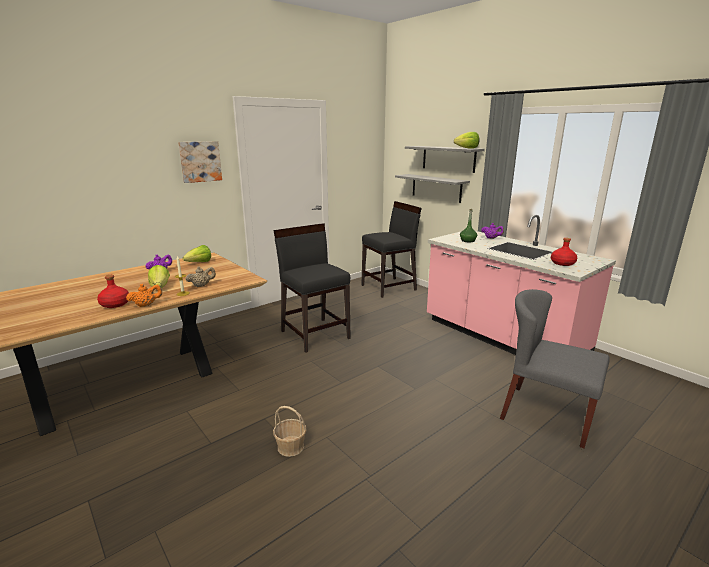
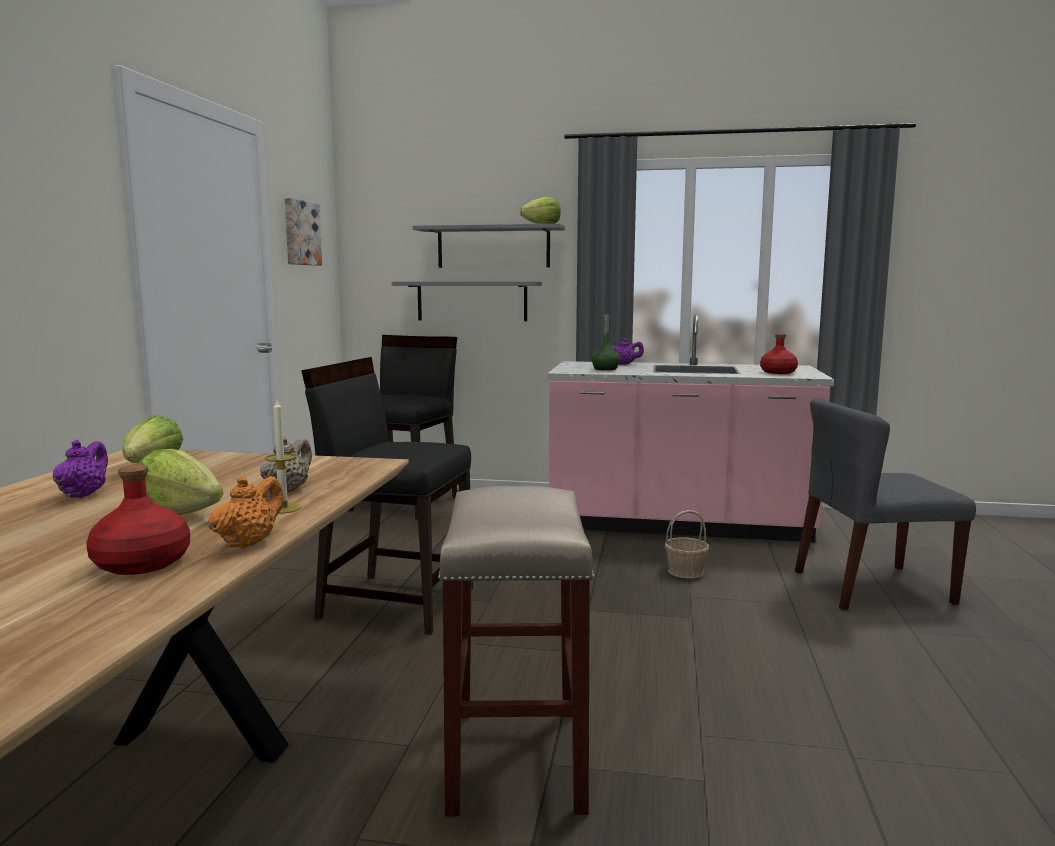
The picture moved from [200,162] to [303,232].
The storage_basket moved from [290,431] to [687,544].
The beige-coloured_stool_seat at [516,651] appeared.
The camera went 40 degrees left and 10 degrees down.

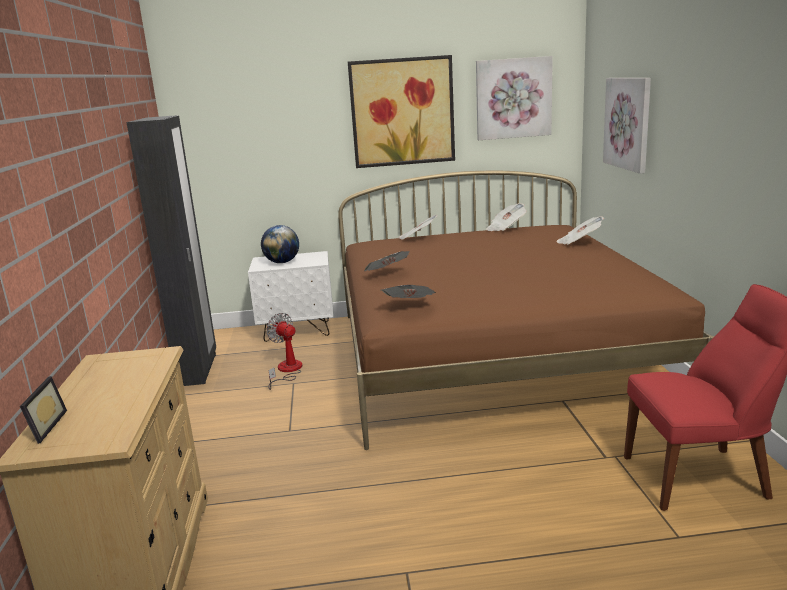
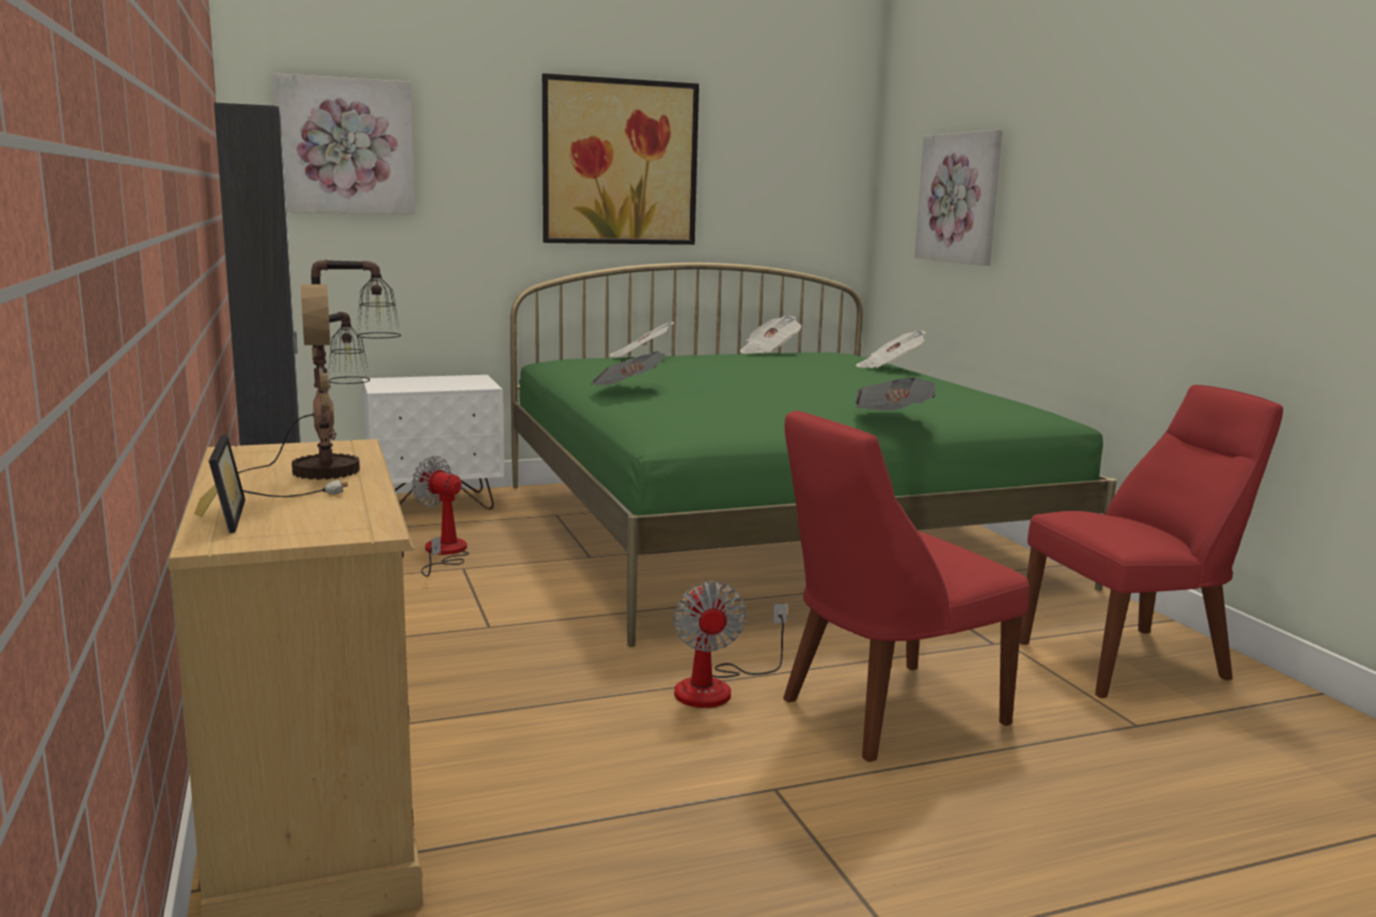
The picture moved from [514,98] to [343,144].
The brown_bed at [526,310] became the greenish_bed at [813,455].
The desk_globe at [280,244] disappeared.
The daily_paper moved from [408,291] to [895,394].
The lamp_for_a_table at [319,378] appeared.
The red_plain_chair at [906,586] appeared.
The electric_fan at [730,644] appeared.
The camera went 15 degrees left and 5 degrees down.

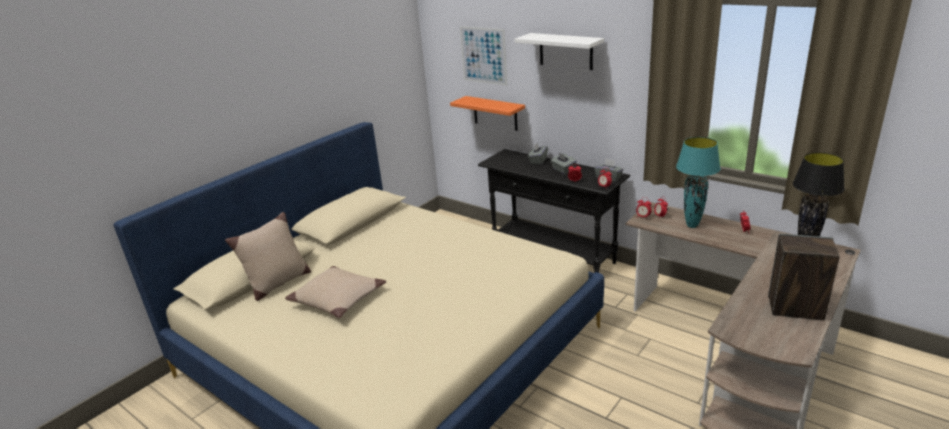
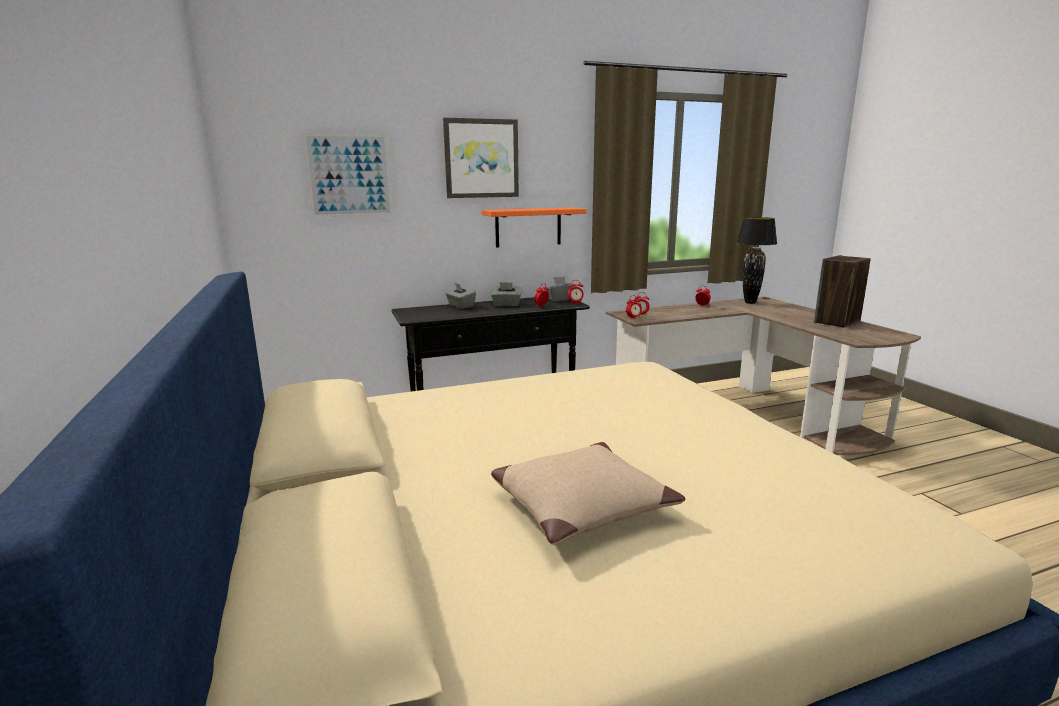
The white_bracket_shelf at [559,51] was replaced by the picture at [481,158].
The orange_bracket_shelf moved from [487,113] to [534,227].
The turquoise_lamp_for_a_table at [698,182] disappeared.
The beige-coloured_cushion at [268,256] disappeared.
The camera went 60 degrees left and 10 degrees down.

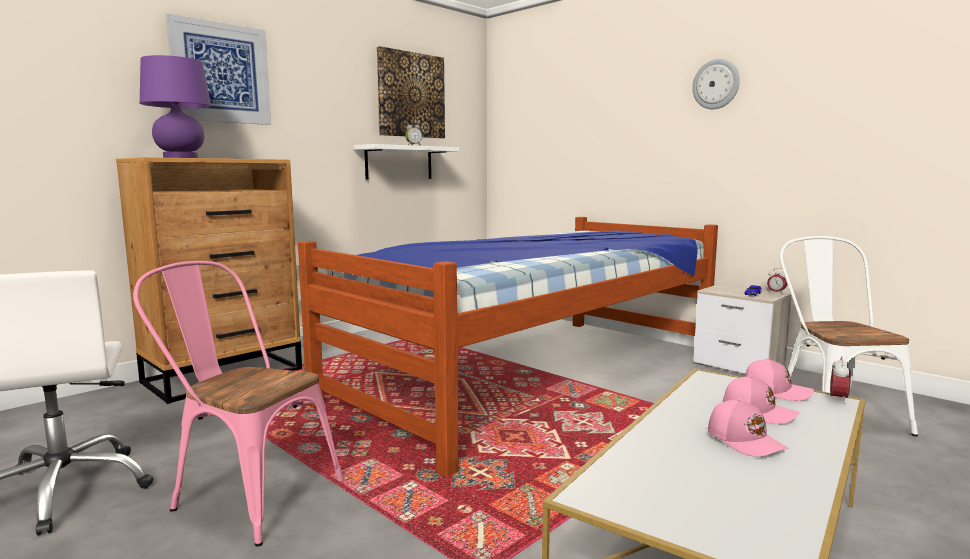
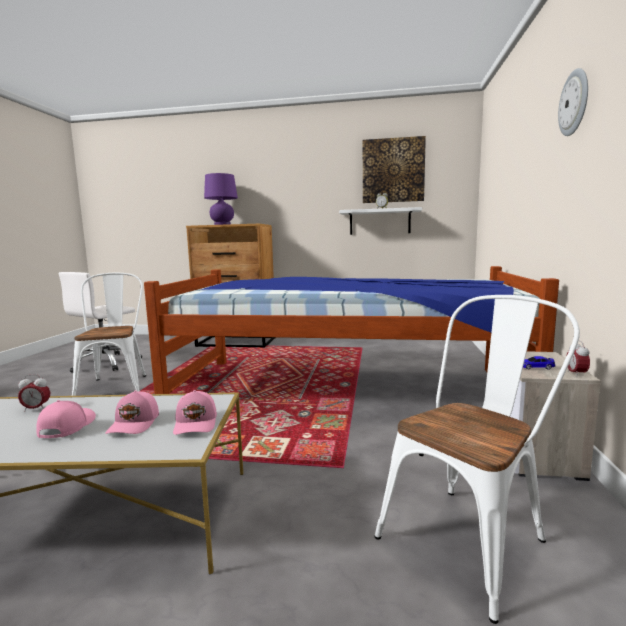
The picture at [218,69] disappeared.
The pinkish_plain_chair at [238,404] became the white_plain_chair at [109,334].
The alarm_clock moved from [840,380] to [34,393].
The pinkish_peaked_cap at [748,427] turned 150 degrees clockwise.
The camera went 55 degrees right and 0 degrees up.

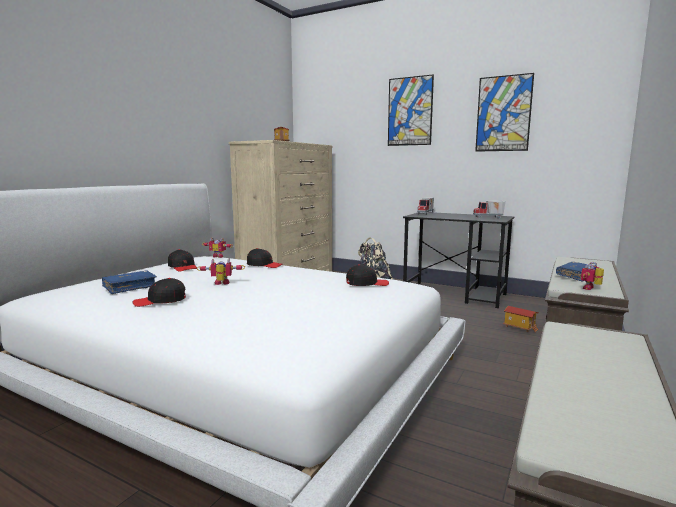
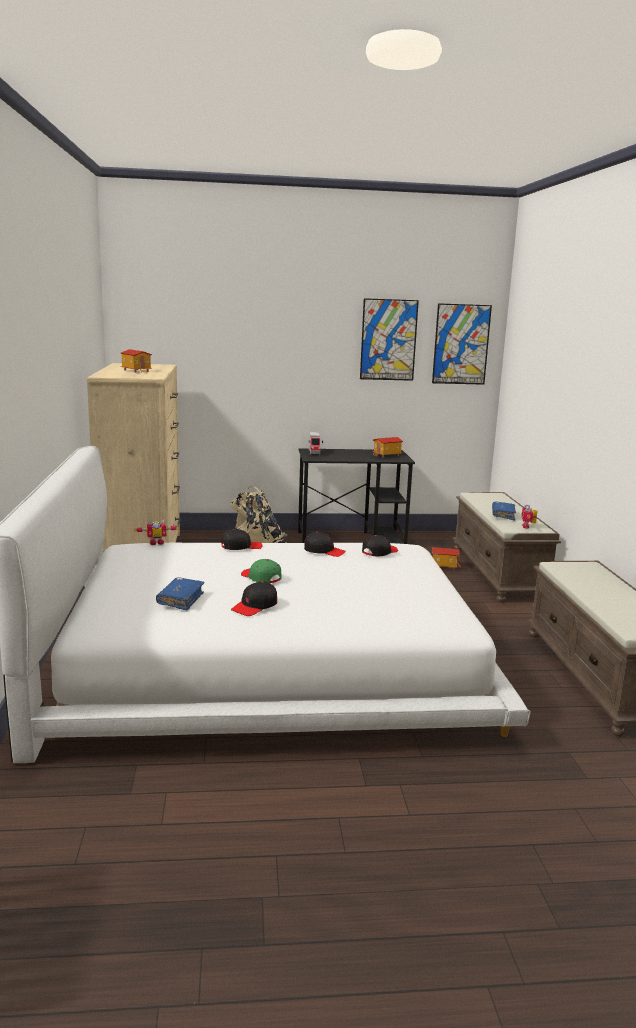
The picture moved from [411,110] to [462,344].
The toy_truck at [489,209] was replaced by the model_house at [388,447].
The blackish_peaked_cap moved from [183,260] to [324,544].
The model_robot at [221,271] was replaced by the greenish_peaked_cap at [261,571].
The camera went 35 degrees left and 5 degrees up.

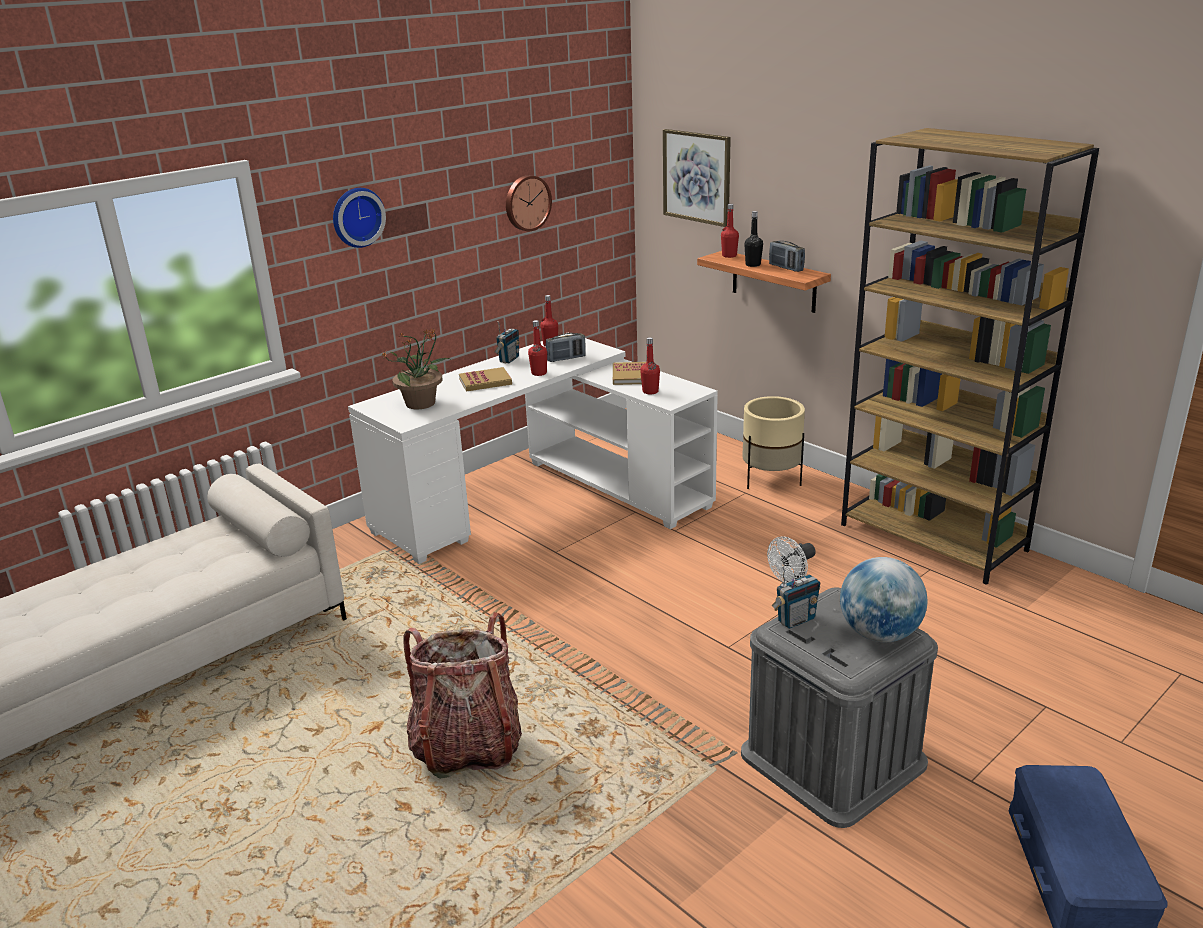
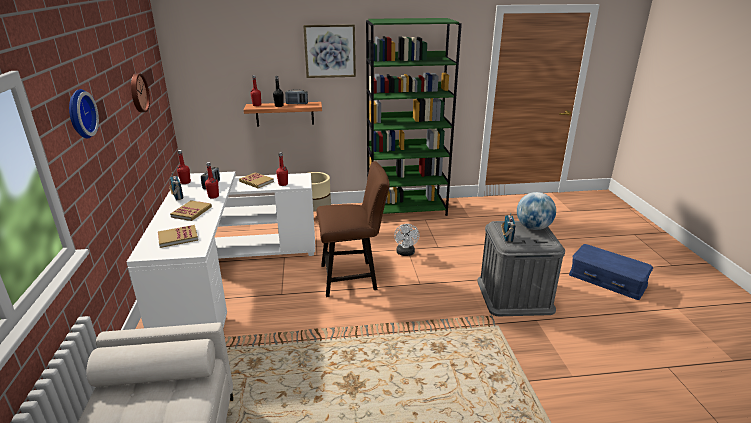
The brown_shelving_unit at [970,356] became the greenish_shelving_unit at [414,117].
The picture moved from [697,178] to [329,51].
The plant_in_a_pot at [415,369] was replaced by the bound_book at [178,236].
The knapsack at [462,695] disappeared.
The brown_plain_chair at [353,229] appeared.
The camera went 55 degrees left and 0 degrees up.

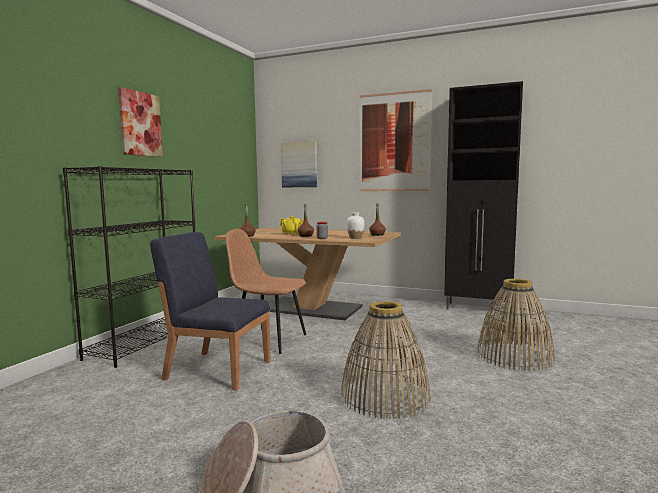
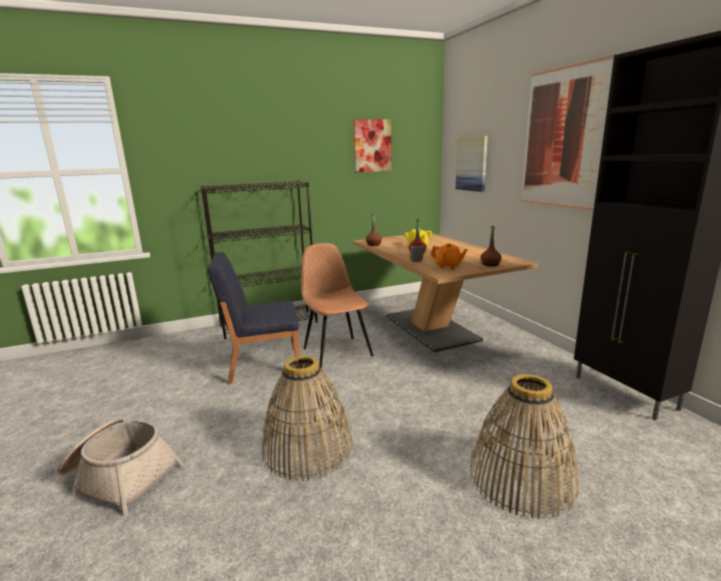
The picture moved from [140,122] to [372,146].
The white_vase at [355,225] was replaced by the orange_tea_pot at [449,256].
The blue_plain_chair at [210,311] turned 75 degrees counterclockwise.
The camera went 45 degrees right and 10 degrees up.

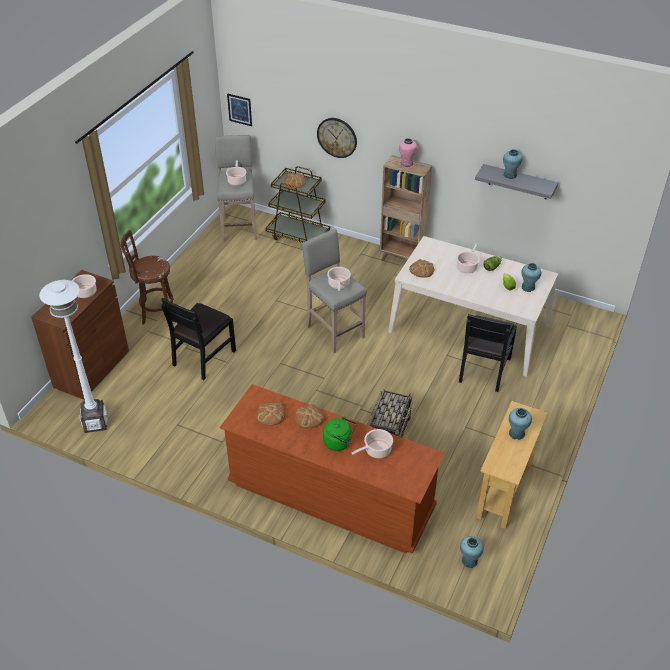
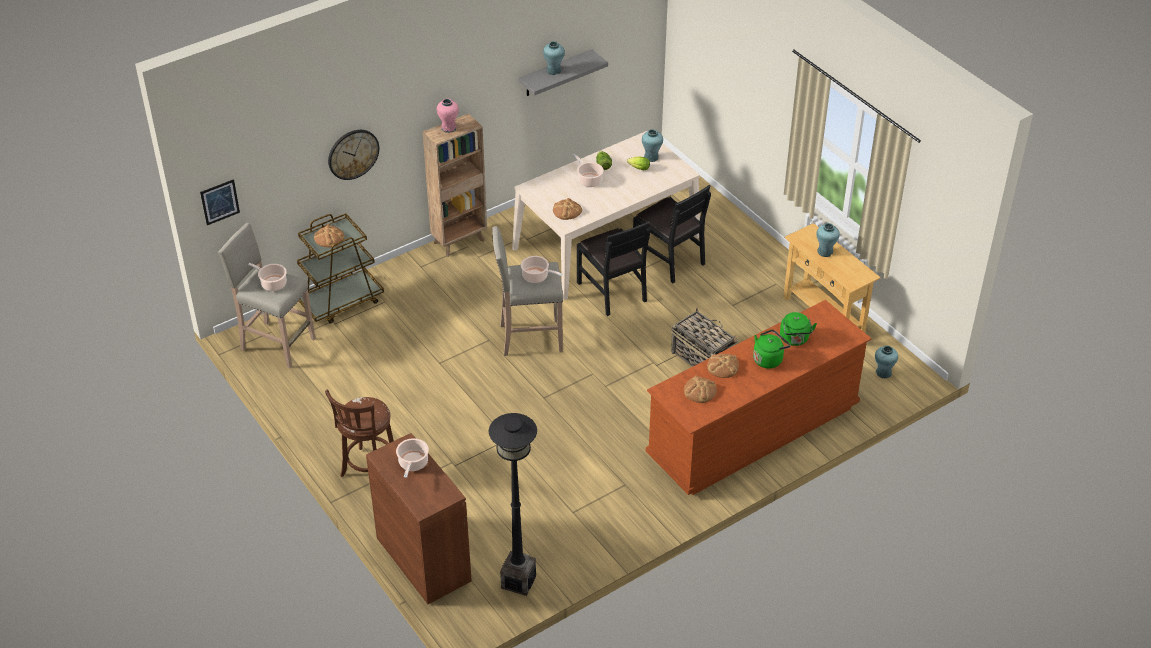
The white_standing_lamp at [73,356] became the blackish_standing_lamp at [513,504].
The blackish_plain_chair moved from [198,339] to [613,268].
The cooking_pot at [372,443] was replaced by the greenish_water_kettle at [798,329].
The camera went 60 degrees left and 0 degrees up.

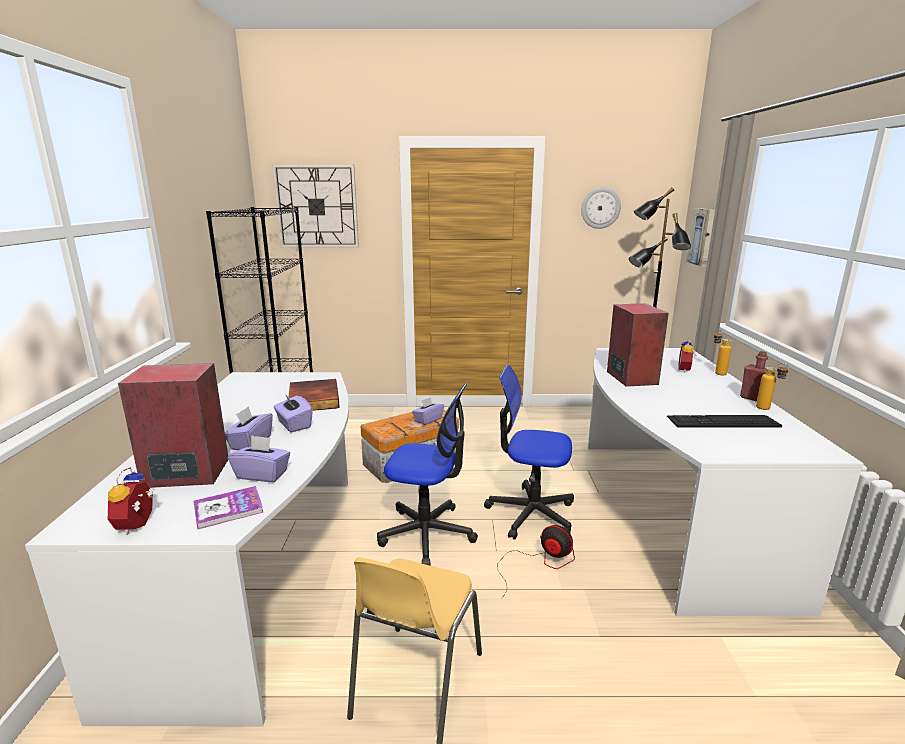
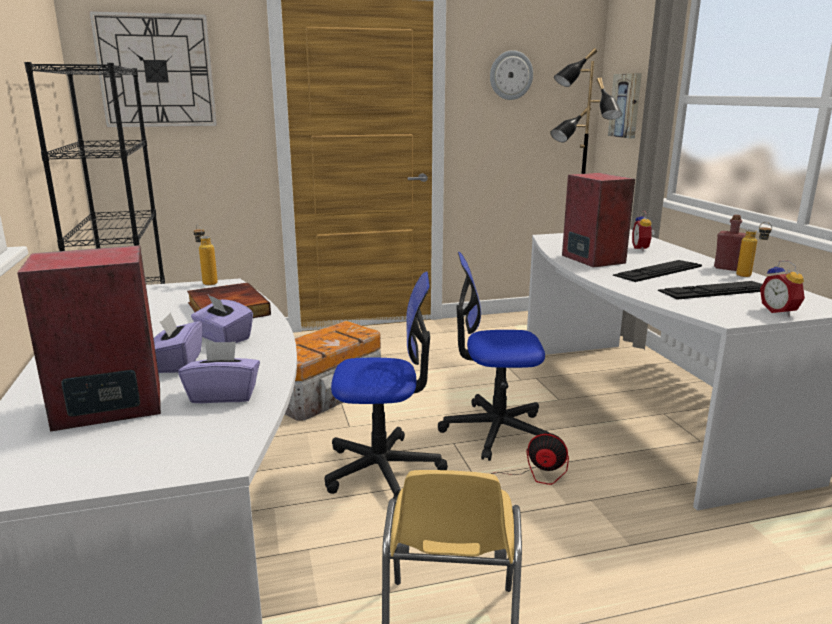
The beverage_bottle moved from [722,352] to [205,254].
The purplish_tissue_holder at [428,411] disappeared.
The alarm_clock moved from [131,501] to [782,288].
The bound_book at [228,508] disappeared.
The PC_keyboard at [657,271] appeared.
The camera went 15 degrees left and 0 degrees up.

